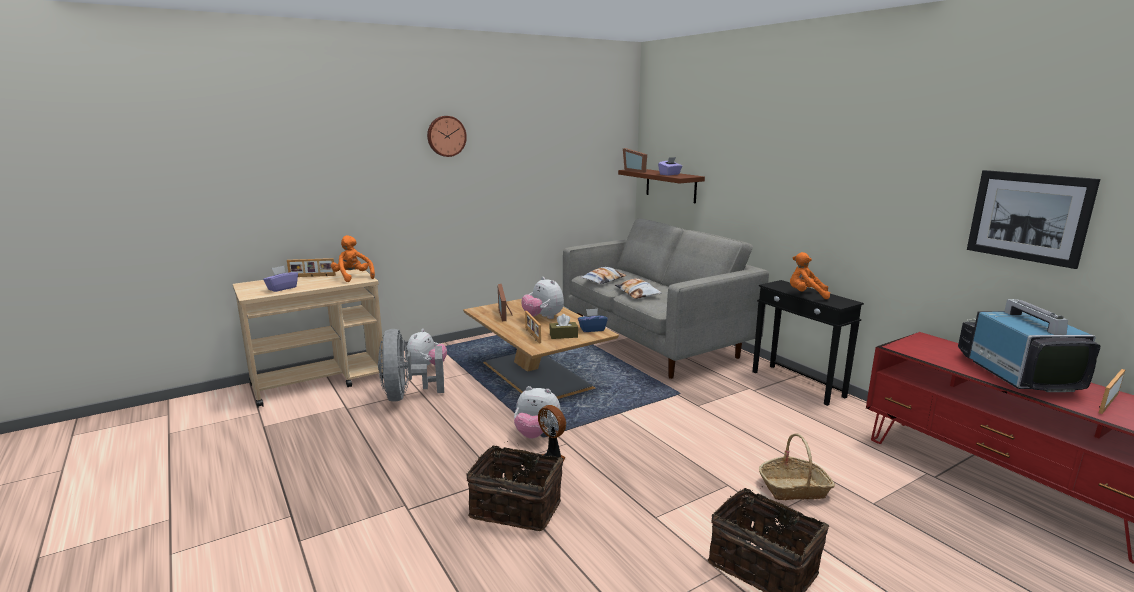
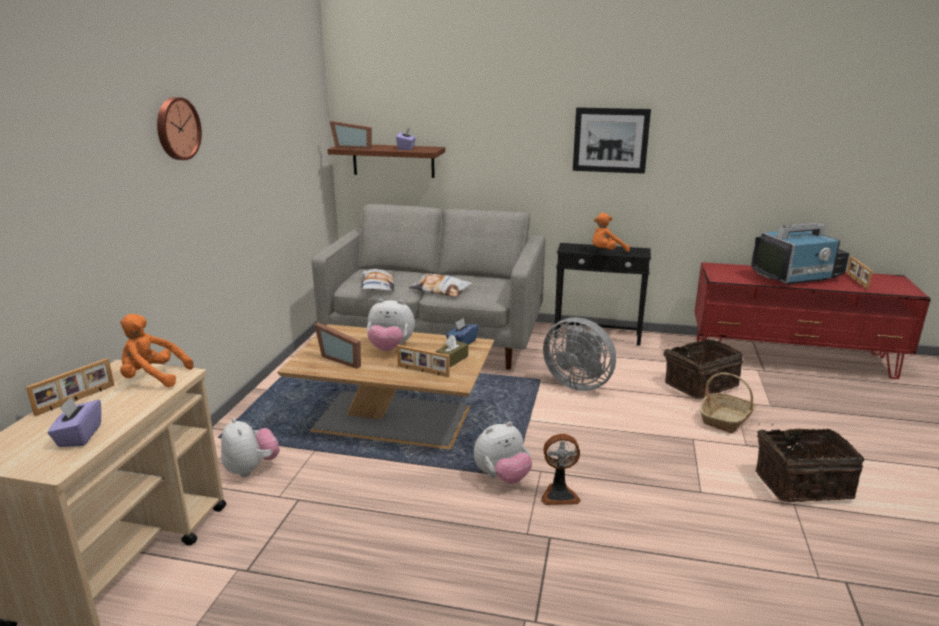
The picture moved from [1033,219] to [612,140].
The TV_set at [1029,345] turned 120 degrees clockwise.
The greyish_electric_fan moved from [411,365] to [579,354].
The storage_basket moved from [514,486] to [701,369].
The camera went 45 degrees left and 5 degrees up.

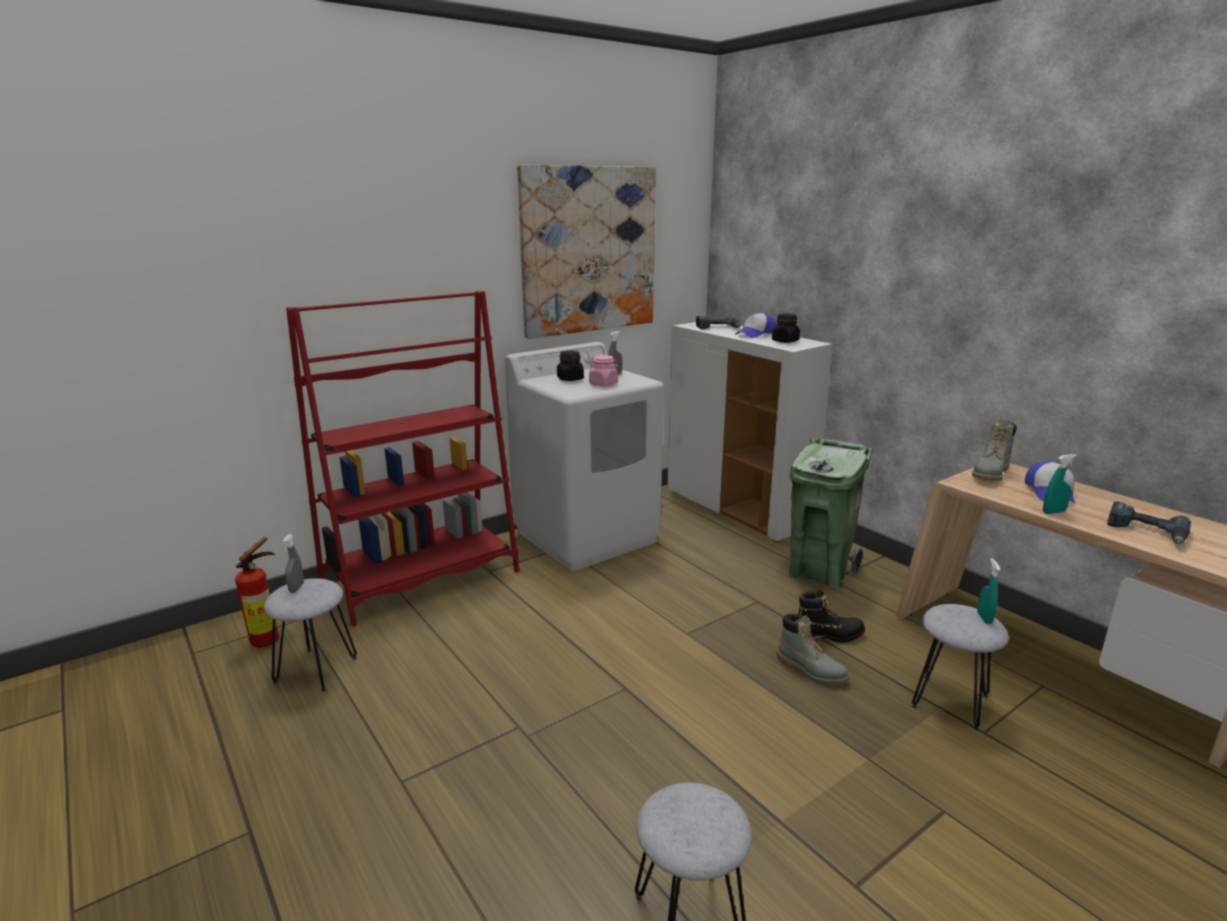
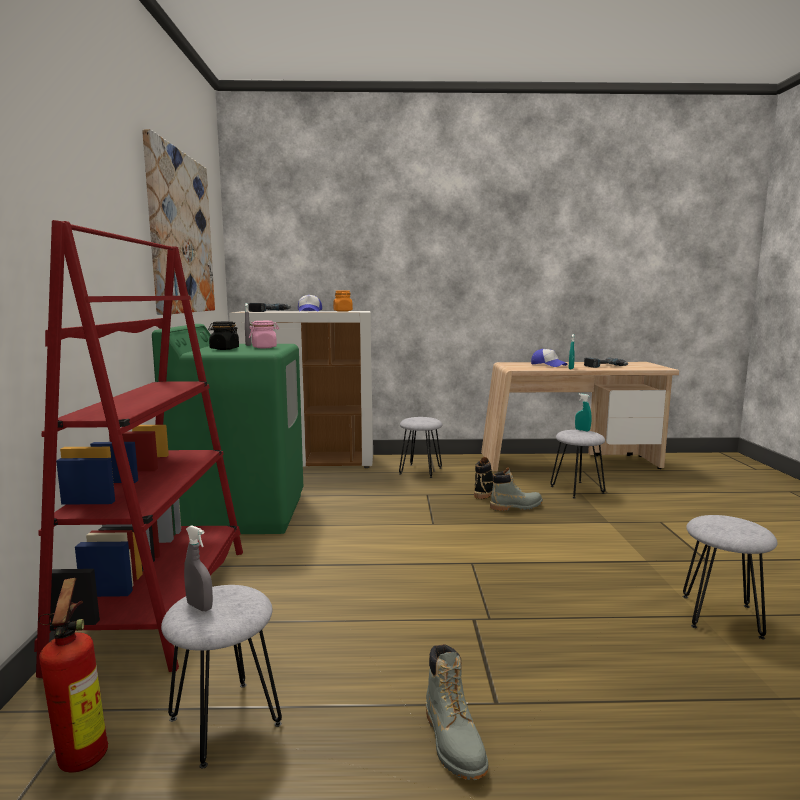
The blackish_preserve_jar at [786,328] became the orange_preserve_jar at [343,301].
The white_laundry_machine at [584,456] became the greenish_laundry_machine at [227,429].
The greyish_tall_boot moved from [994,450] to [457,712].
The greenish_rubbish_bin at [830,514] was replaced by the greyish_stool_seat at [420,447].
The camera went 55 degrees left and 10 degrees down.

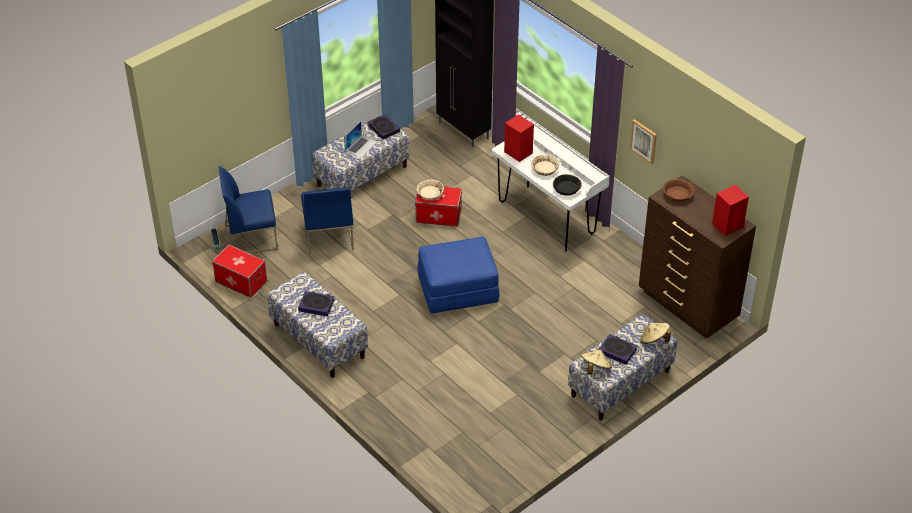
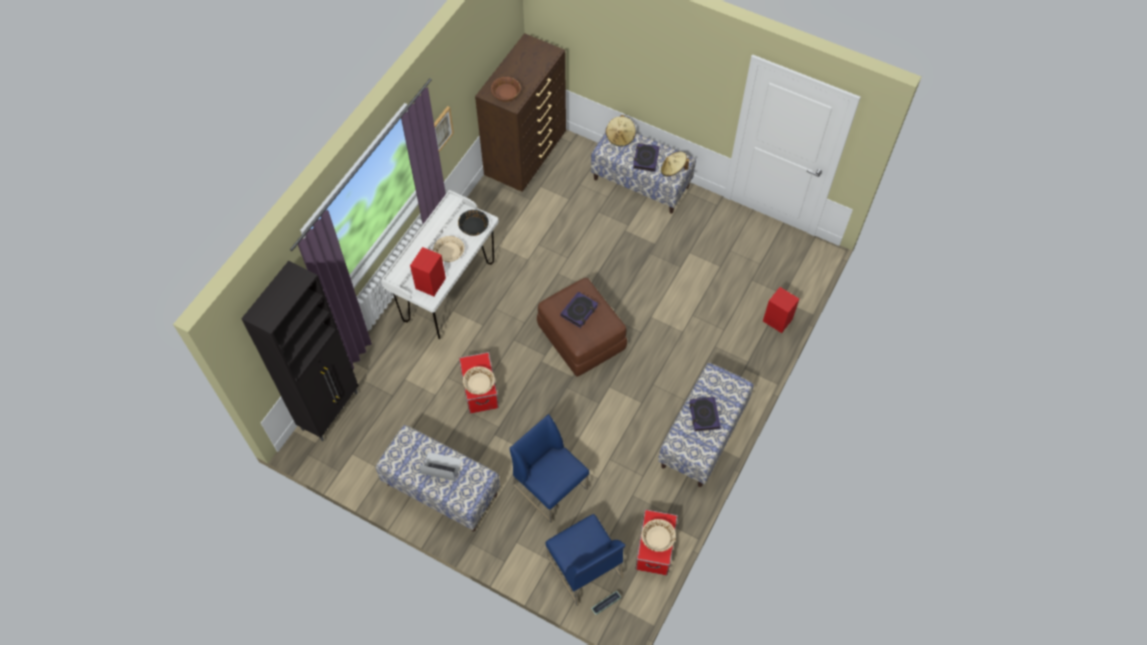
The bound_book moved from [384,127] to [579,310].
The red_speaker moved from [730,210] to [781,310].
The blue_plain_chair at [327,221] turned 105 degrees counterclockwise.
The blue_pouffe at [458,275] became the brown_pouffe at [582,327].
The beige-coloured_deep_dish at [658,535] appeared.
The camera went 110 degrees left and 15 degrees up.

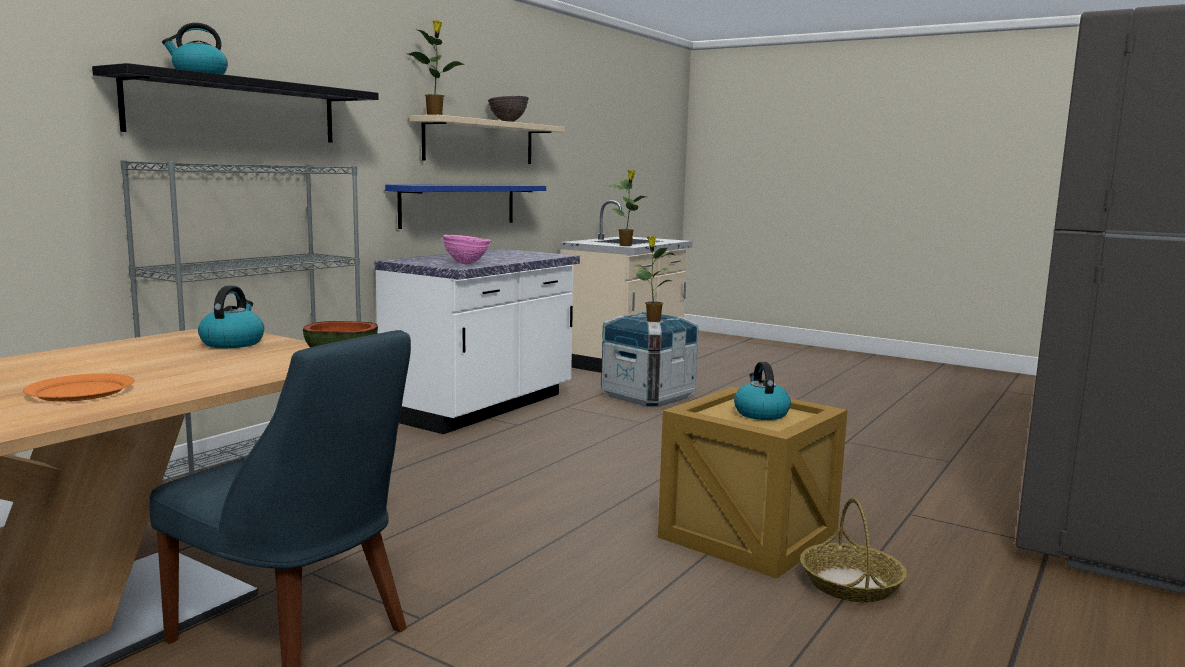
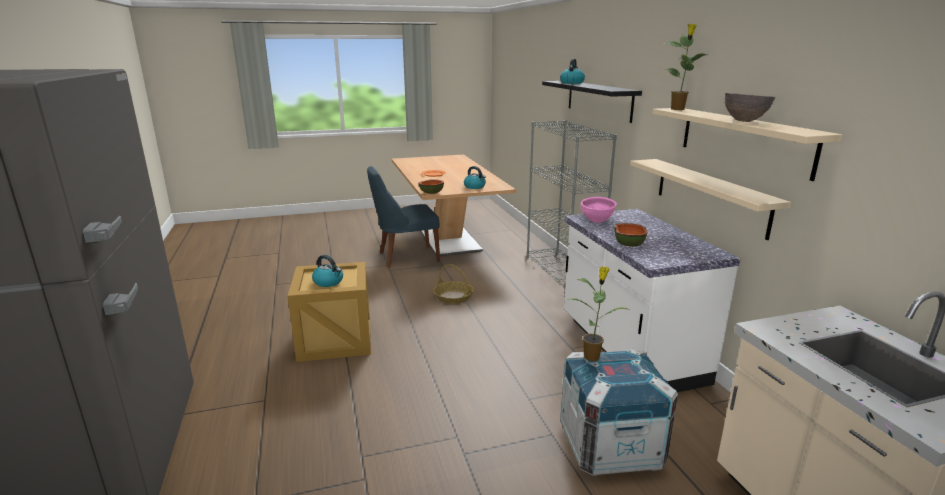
The plant_in_a_pot at [627,208] disappeared.
The blue_bracket_shelf at [465,207] became the beige-coloured_bracket_shelf at [710,199].
The storage_basket moved from [853,550] to [453,284].
The deep_dish at [631,235] appeared.
The camera went 130 degrees right and 10 degrees up.

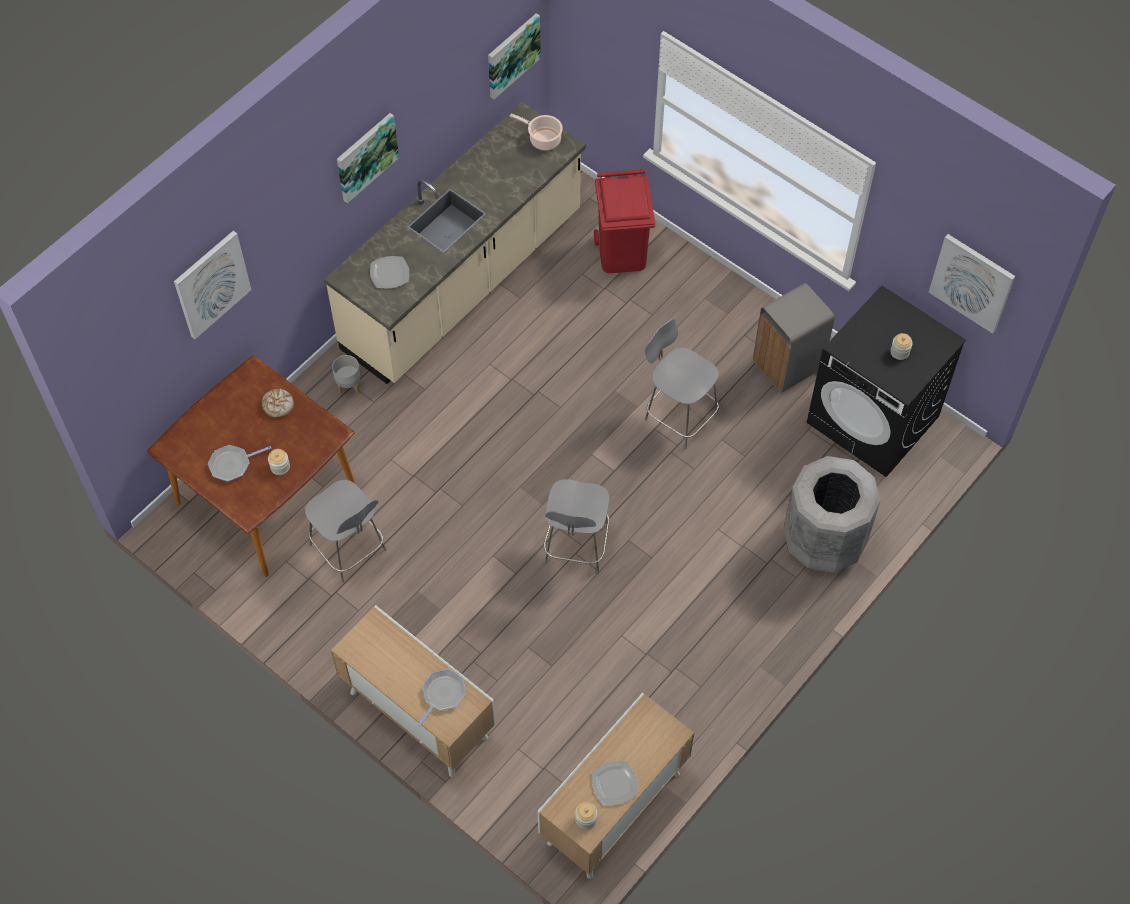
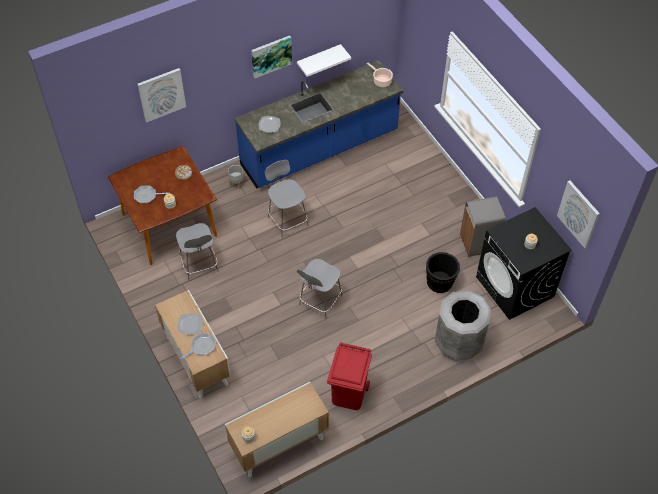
The picture at [514,56] disappeared.
The beige-coloured_kitchen_base_unit at [455,243] became the blue_kitchen_base_unit at [318,124].
The red_rubbish_bin moved from [624,221] to [349,376].
The greyish_plain_chair moved from [682,384] to [286,198].
The plate moved from [615,783] to [190,324].
The white_bracket_shelf at [324,60] appeared.
The blackish_water_bucket at [443,272] appeared.
The camera went 20 degrees right and 5 degrees down.

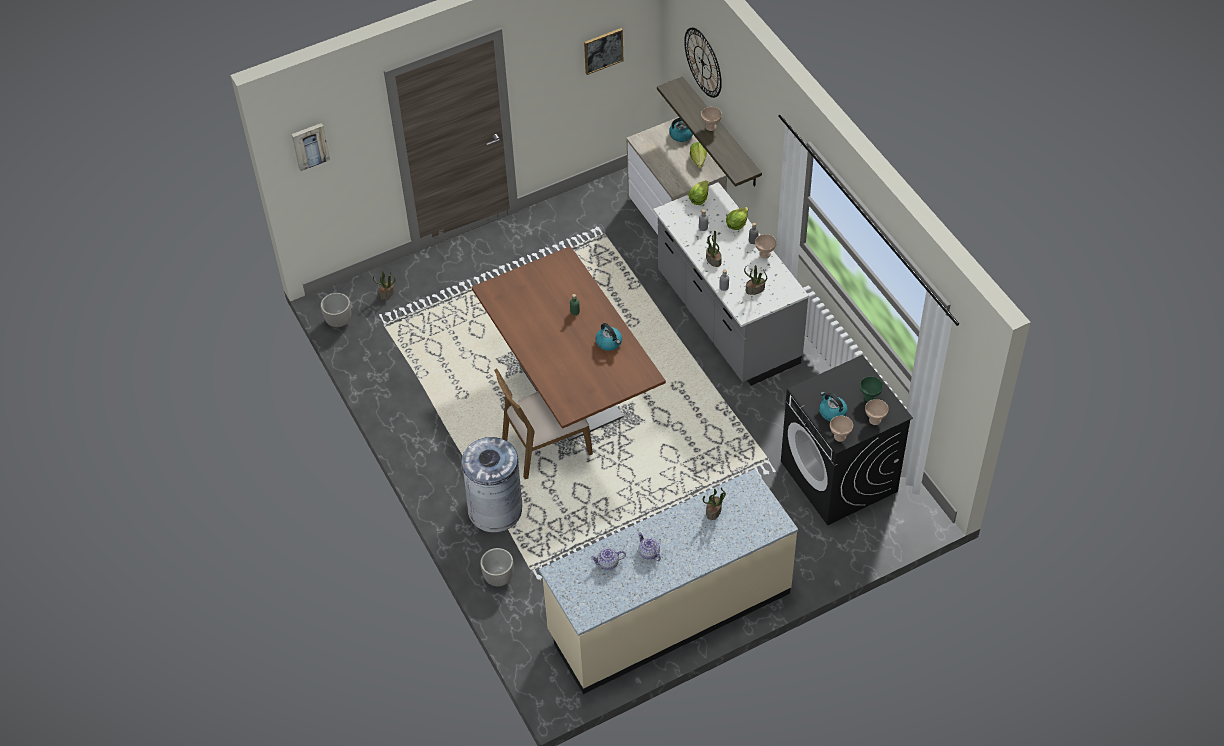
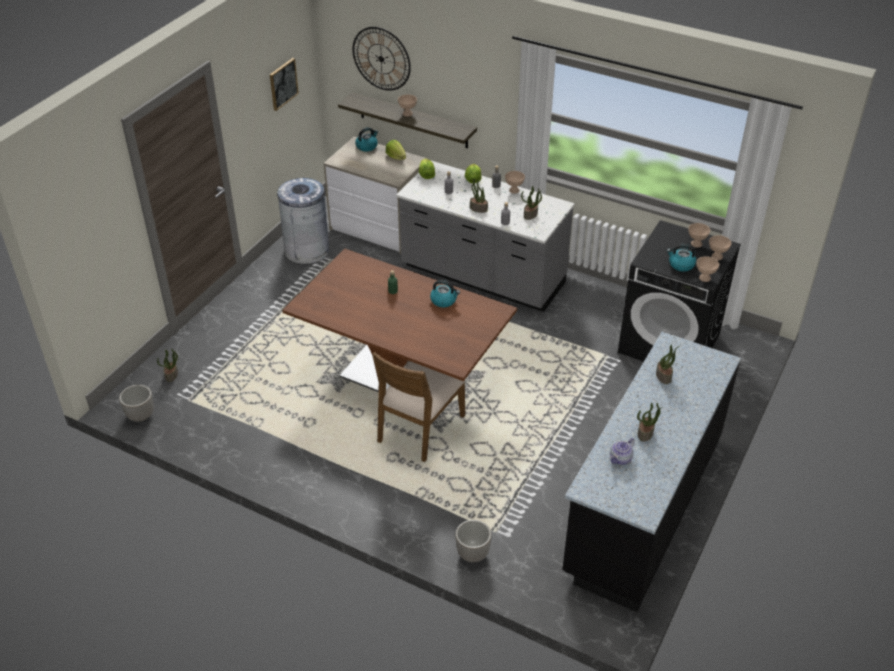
The picture at [311,147] disappeared.
The greenish_deep_dish at [871,389] became the beige-coloured_deep_dish at [699,235].
The greyish_rubbish_bin moved from [492,485] to [303,221].
The beige-coloured_kitchen_base_unit at [668,581] became the blackish_kitchen_base_unit at [651,472].
The tea_pot at [649,546] was replaced by the plant_in_a_pot at [650,422].
The camera went 35 degrees left and 10 degrees down.

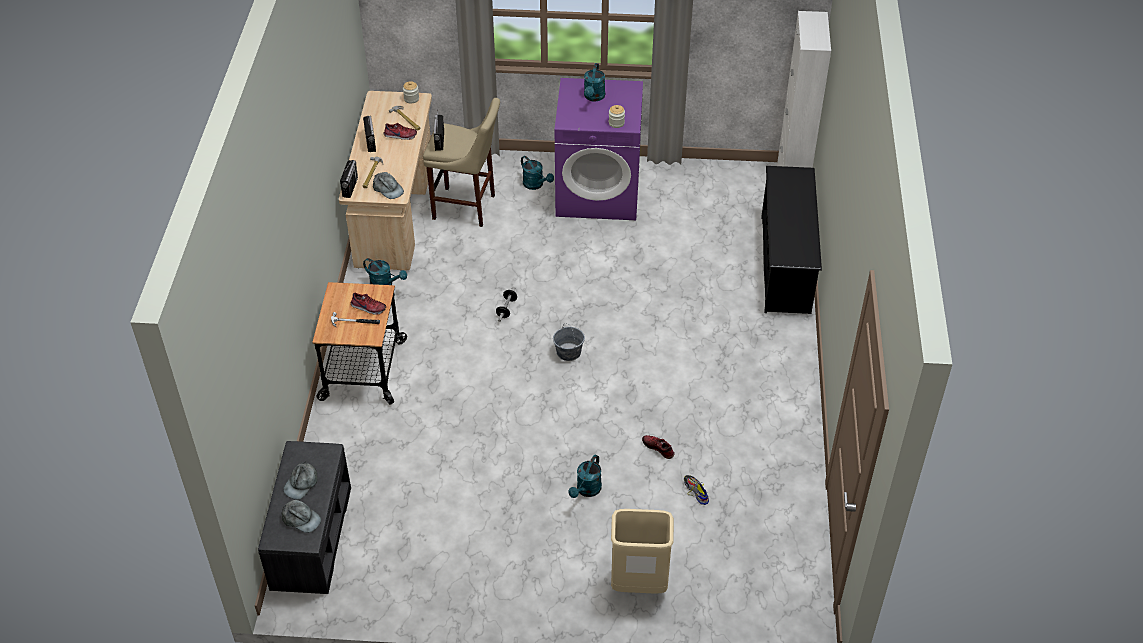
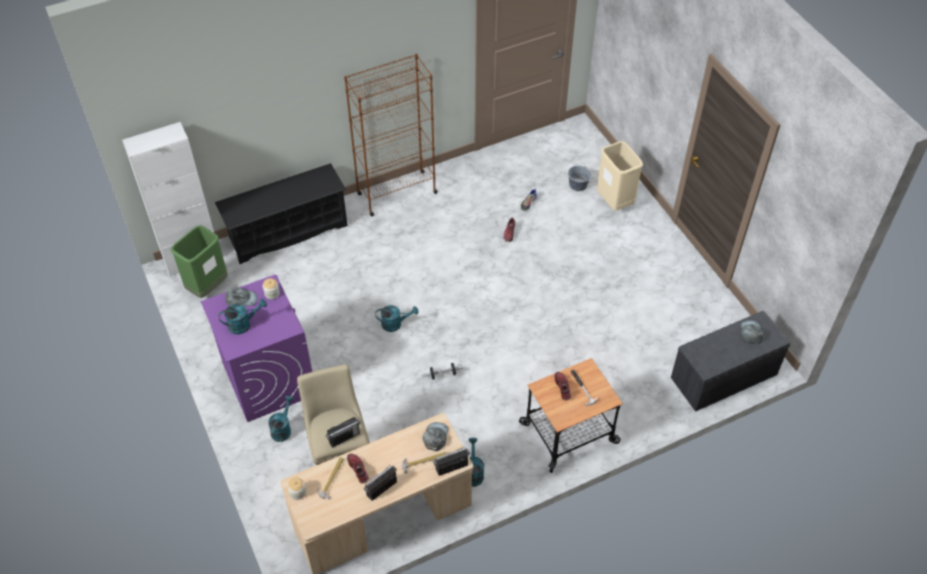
The greyish_water_bucket moved from [569,342] to [579,177].
The turquoise_sprinkling_can moved from [585,476] to [397,318].
The greyish_peaked_cap moved from [300,481] to [241,296].
The brown_shelving_unit at [391,134] appeared.
The greenish_rubbish_bin at [199,261] appeared.
The camera went 120 degrees left and 5 degrees up.

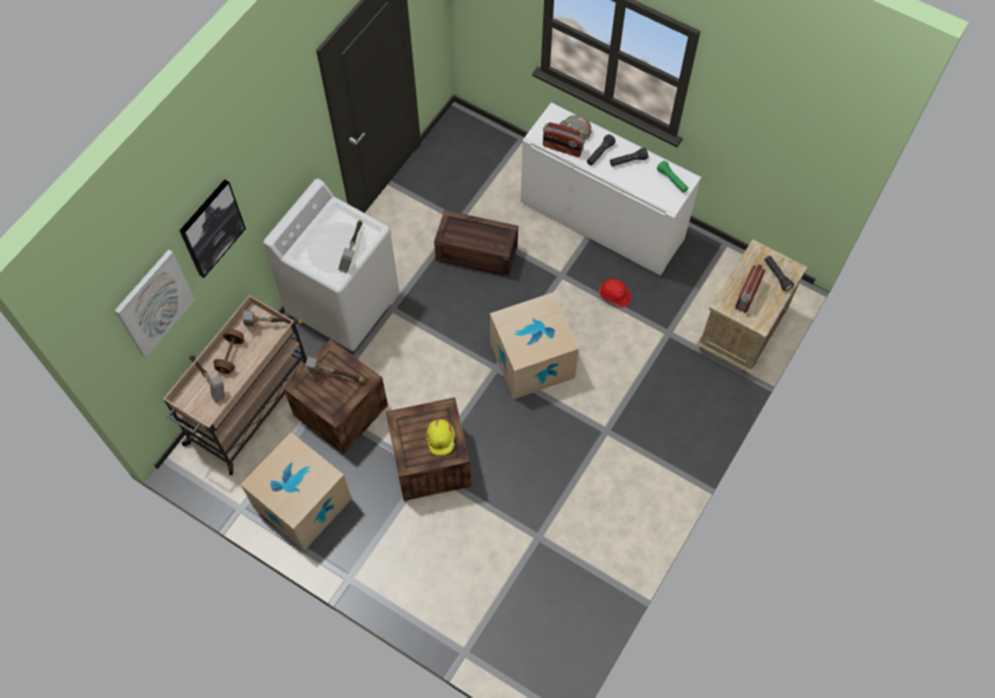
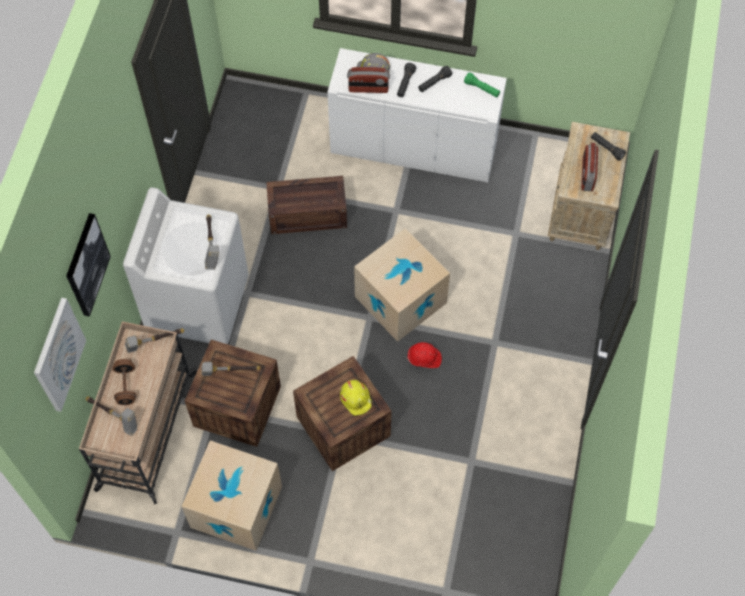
The red_safety_helmet moved from [615,293] to [424,355].
The camera went 20 degrees left and 0 degrees up.

